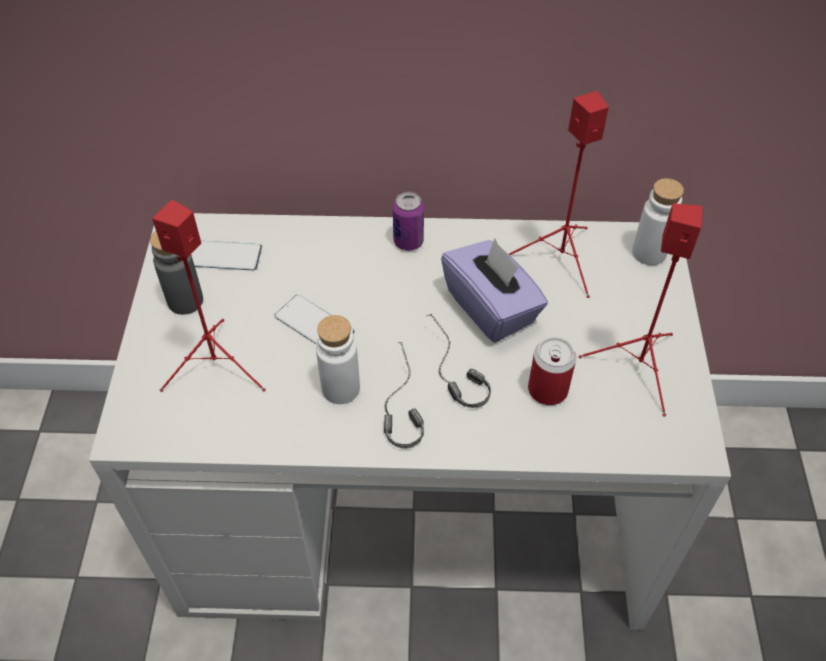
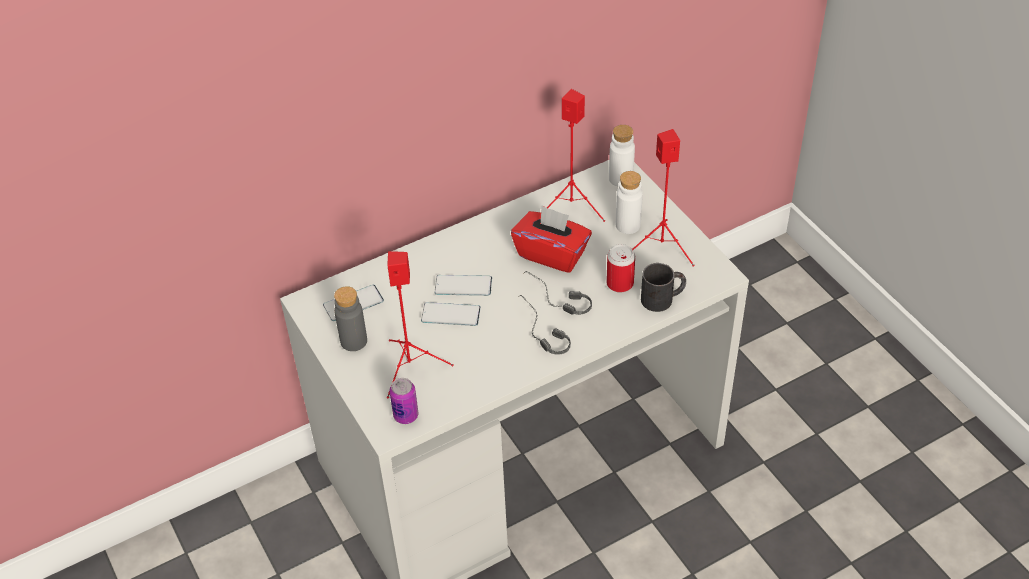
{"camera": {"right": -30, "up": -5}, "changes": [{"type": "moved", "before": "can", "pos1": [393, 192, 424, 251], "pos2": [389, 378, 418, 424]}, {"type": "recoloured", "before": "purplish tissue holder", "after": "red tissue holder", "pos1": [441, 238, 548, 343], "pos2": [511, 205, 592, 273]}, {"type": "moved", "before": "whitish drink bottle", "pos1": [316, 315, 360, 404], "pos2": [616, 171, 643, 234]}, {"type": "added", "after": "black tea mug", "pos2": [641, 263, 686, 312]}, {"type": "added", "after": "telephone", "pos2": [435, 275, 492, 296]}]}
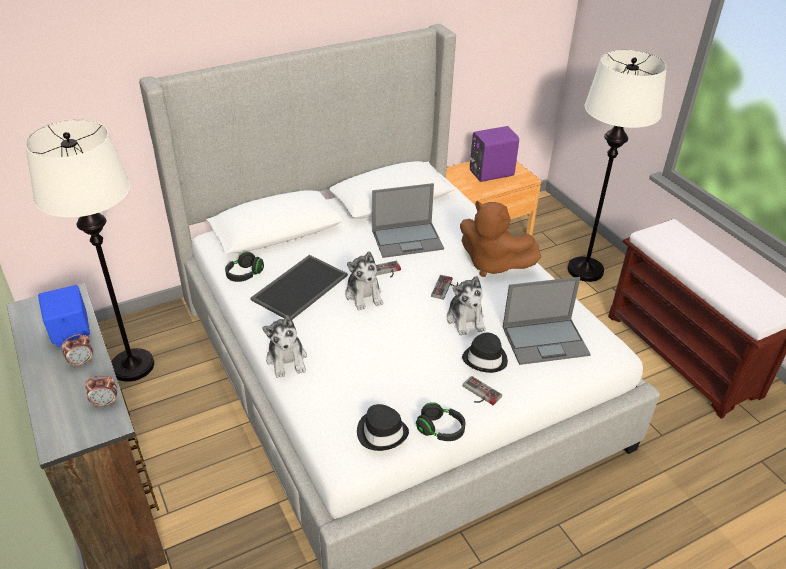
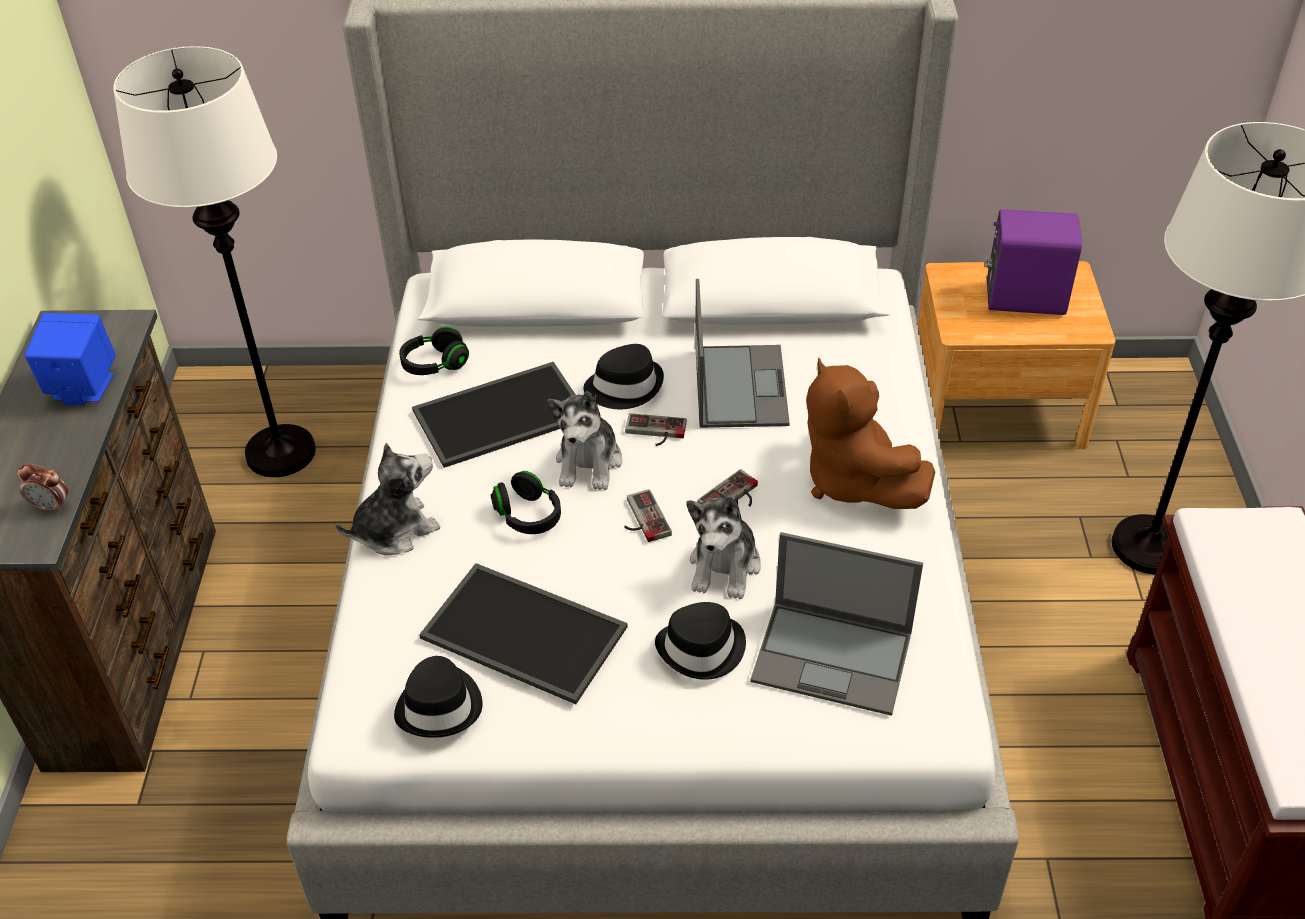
{"camera": {"right": 30, "up": 5}, "changes": [{"type": "turned", "before": "portable computer", "pos1": [372, 183, 444, 258], "pos2": [695, 279, 790, 428], "turn": -105}, {"type": "turned", "before": "cuddly toy", "pos1": [262, 315, 307, 378], "pos2": [335, 443, 440, 555], "turn": -135}, {"type": "removed", "before": "bedside clock", "pos1": [62, 334, 93, 368]}, {"type": "moved", "before": "gamepad", "pos1": [463, 376, 502, 405], "pos2": [624, 489, 672, 542]}, {"type": "moved", "before": "black pair of headphones", "pos1": [416, 402, 466, 441], "pos2": [491, 471, 561, 534]}, {"type": "added", "after": "black wearable hat", "pos2": [583, 344, 664, 409]}, {"type": "added", "after": "carrying tray", "pos2": [419, 563, 627, 704]}]}
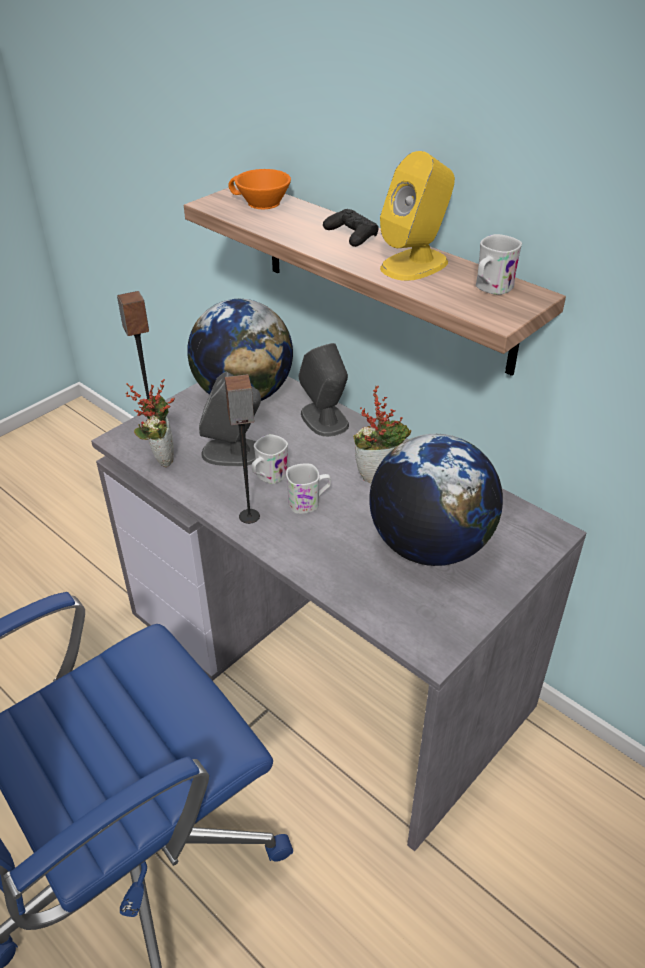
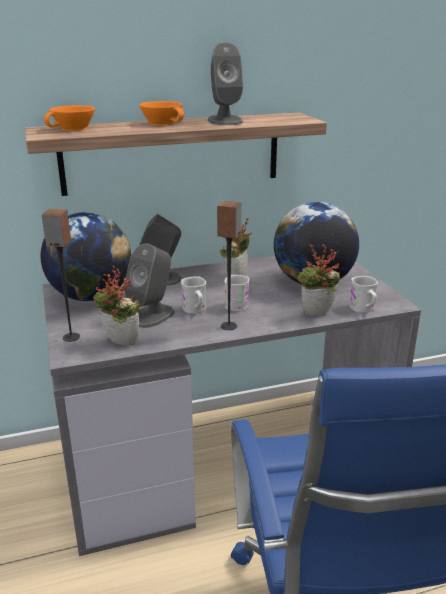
{"camera": {"right": -60, "up": -15}, "changes": [{"type": "recoloured", "before": "yellowish loudspeaker", "after": "greyish loudspeaker", "pos1": [380, 151, 455, 281], "pos2": [208, 42, 243, 125]}, {"type": "replaced", "before": "black gamepad", "after": "orangey cup", "pos1": [323, 209, 379, 247], "pos2": [139, 101, 184, 125]}, {"type": "moved", "before": "whitish tea mug", "pos1": [476, 234, 522, 295], "pos2": [349, 276, 378, 313]}, {"type": "added", "after": "houseplant", "pos2": [297, 244, 340, 316]}]}
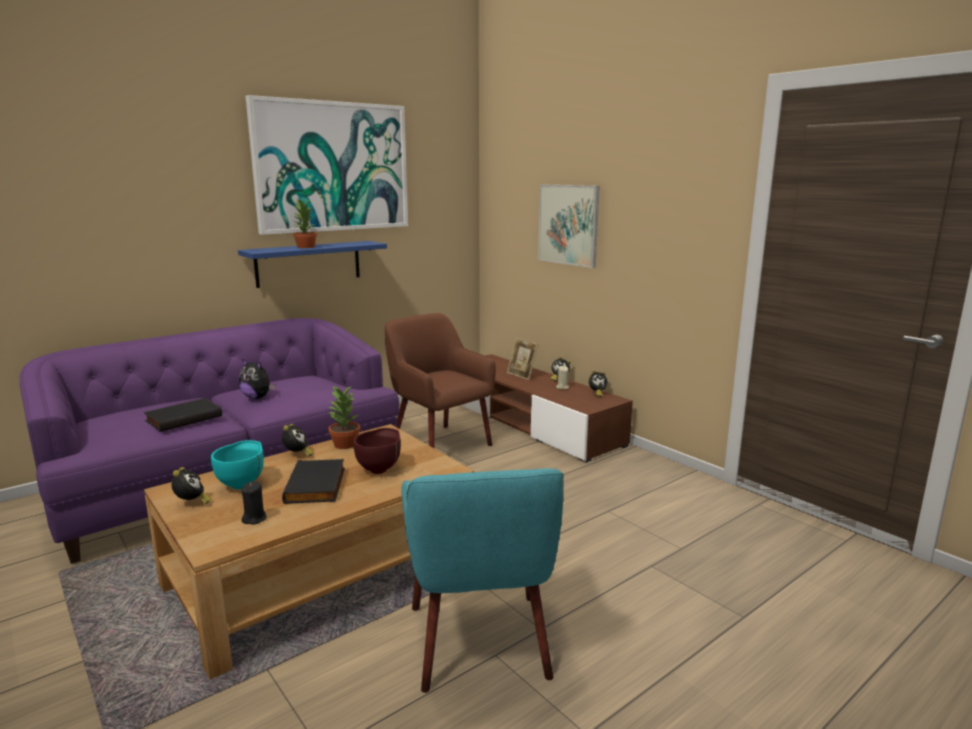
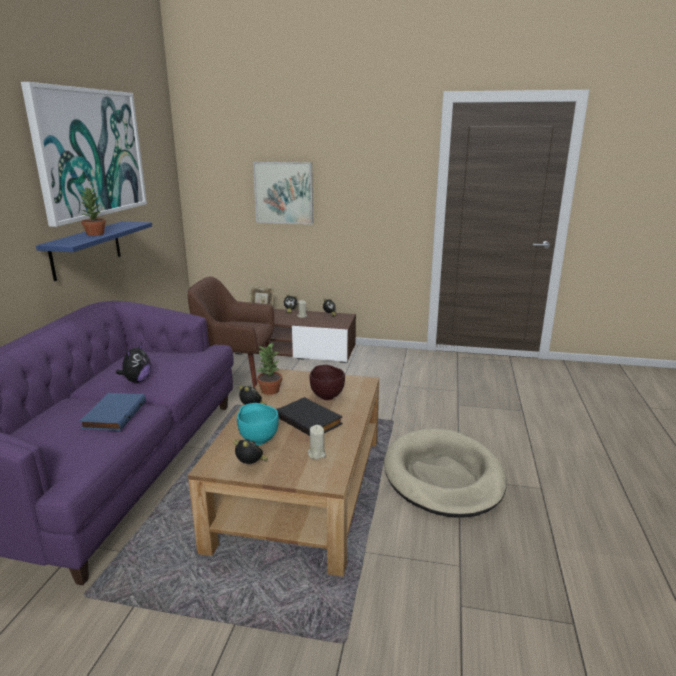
{"camera": {"right": -40, "up": 5}, "changes": [{"type": "turned", "before": "cuddly toy", "pos1": [239, 359, 275, 399], "pos2": [116, 343, 151, 383], "turn": -60}, {"type": "recoloured", "before": "black book", "after": "blue book", "pos1": [144, 398, 222, 432], "pos2": [80, 393, 146, 431]}, {"type": "replaced", "before": "turquoise-coloured lounge chair", "after": "sand-coloured dog cushion", "pos1": [401, 468, 564, 693], "pos2": [384, 428, 506, 518]}, {"type": "recoloured", "before": "black candle", "after": "sand-coloured candle", "pos1": [241, 481, 267, 525], "pos2": [308, 425, 326, 459]}]}
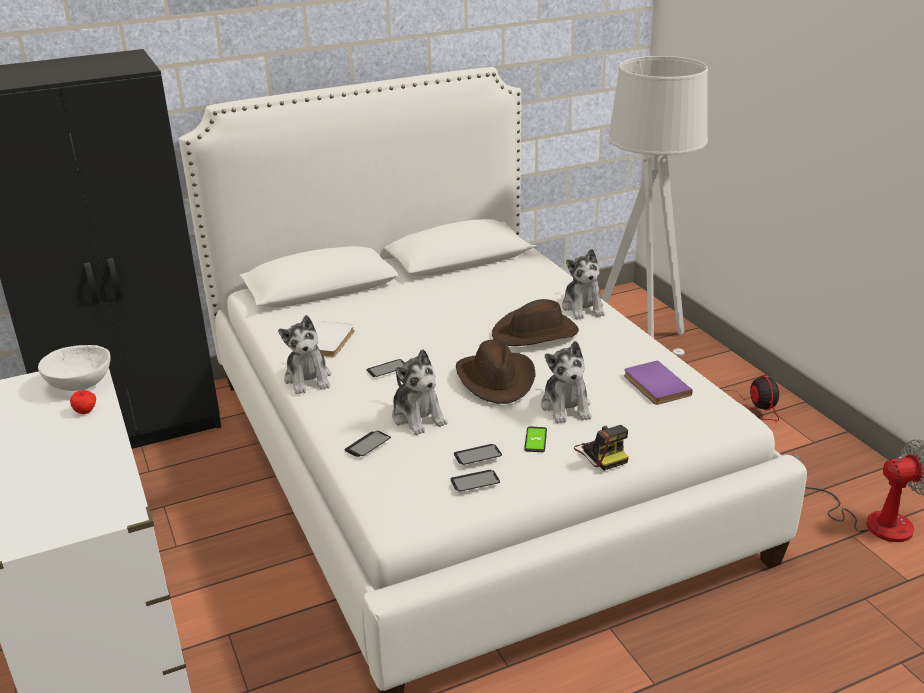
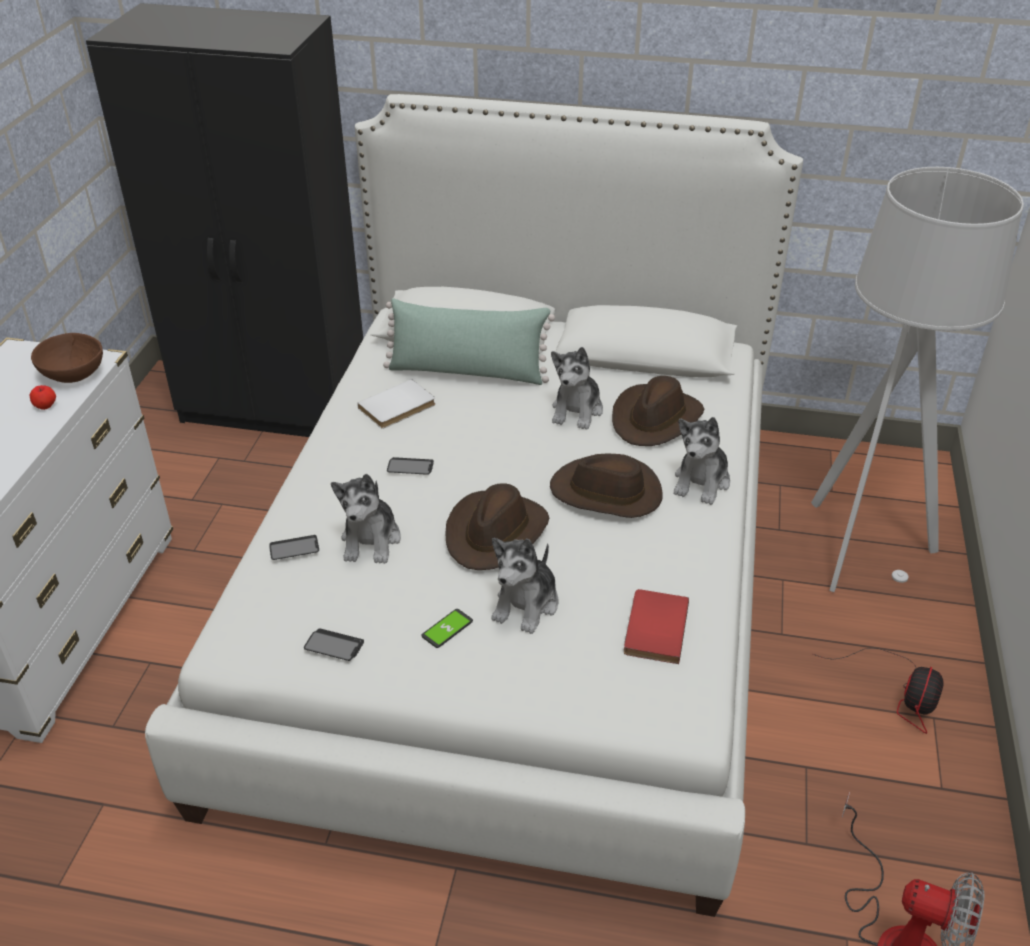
{"camera": {"right": 35, "up": 10}, "changes": [{"type": "moved", "before": "cuddly toy", "pos1": [278, 315, 331, 394], "pos2": [551, 347, 603, 430]}, {"type": "recoloured", "before": "whitish serving bowl", "after": "brown serving bowl", "pos1": [38, 345, 111, 391], "pos2": [31, 333, 103, 383]}, {"type": "recoloured", "before": "purplish book", "after": "red book", "pos1": [624, 361, 692, 405], "pos2": [624, 589, 689, 664]}, {"type": "removed", "before": "still camera", "pos1": [574, 425, 629, 471]}, {"type": "removed", "before": "telephone", "pos1": [454, 444, 502, 465]}, {"type": "added", "after": "green cushion", "pos2": [383, 298, 555, 385]}, {"type": "added", "after": "brown wearable hat", "pos2": [612, 376, 704, 446]}]}
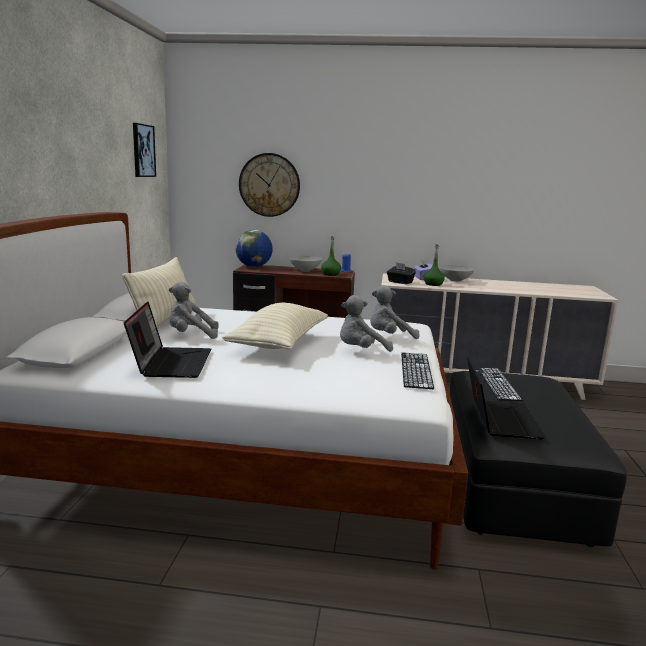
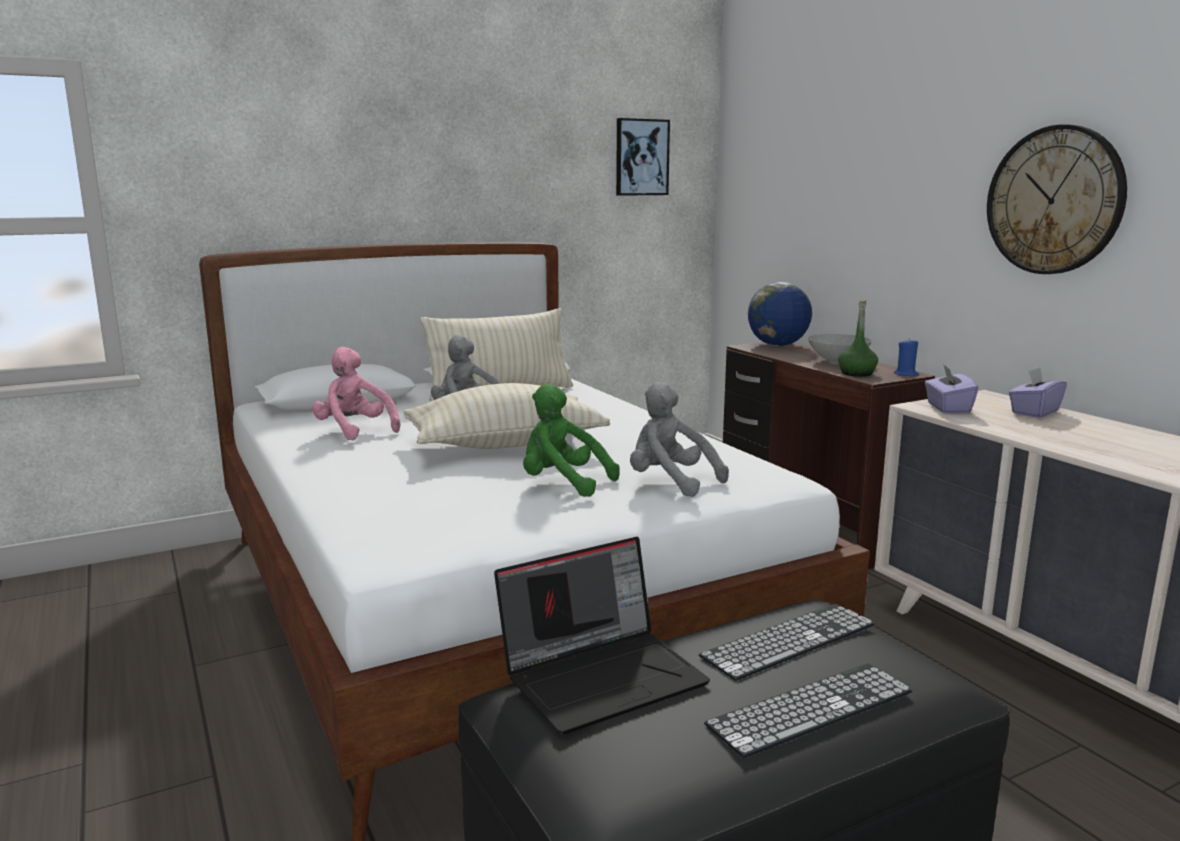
{"camera": {"right": 55, "up": 0}, "changes": [{"type": "moved", "before": "clock on the wall", "pos1": [239, 153, 300, 217], "pos2": [987, 124, 1127, 274]}, {"type": "removed", "before": "green drink bottle", "pos1": [424, 244, 445, 286]}, {"type": "recoloured", "before": "black tissue holder", "after": "purplish tissue holder", "pos1": [387, 262, 416, 284], "pos2": [925, 364, 978, 413]}, {"type": "removed", "before": "greyish serving bowl", "pos1": [440, 265, 474, 282]}, {"type": "recoloured", "before": "greyish cuddly toy", "after": "green cuddly toy", "pos1": [340, 295, 393, 352], "pos2": [523, 384, 620, 497]}, {"type": "replaced", "before": "portable computer", "after": "pink cuddly toy", "pos1": [124, 302, 211, 378], "pos2": [312, 347, 400, 440]}, {"type": "moved", "before": "computer keyboard", "pos1": [401, 352, 434, 389], "pos2": [704, 664, 912, 758]}]}
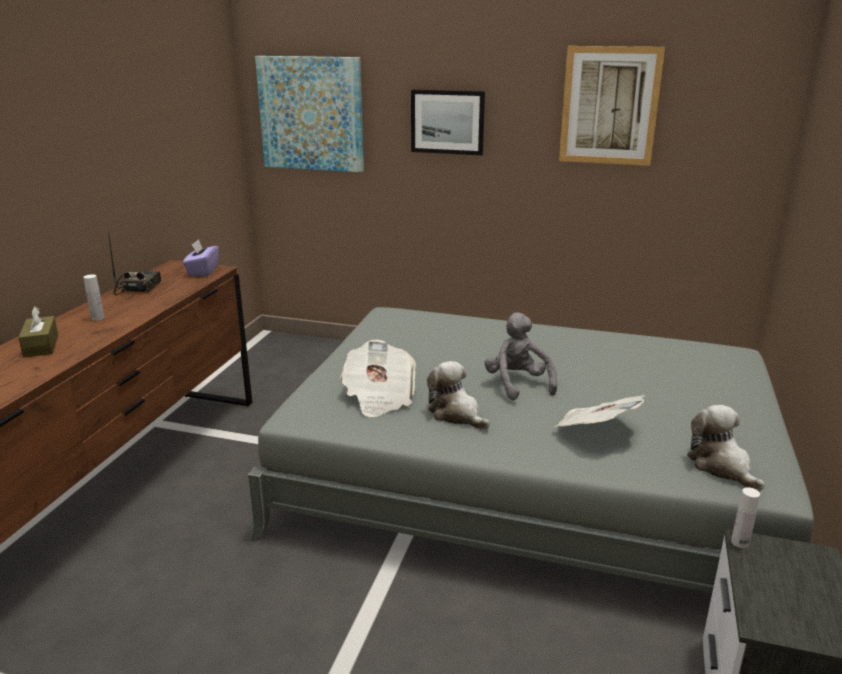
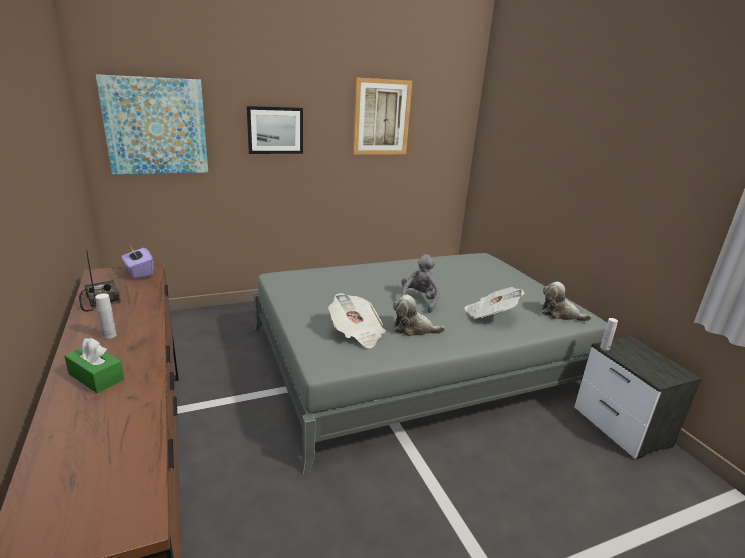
{"camera": {"right": -40, "up": 0}, "changes": [{"type": "recoloured", "before": "brown tissue holder", "after": "green tissue holder", "pos1": [18, 306, 58, 357], "pos2": [64, 338, 124, 393]}, {"type": "turned", "before": "greyish cuddly toy", "pos1": [484, 312, 557, 401], "pos2": [401, 254, 440, 313], "turn": 75}]}
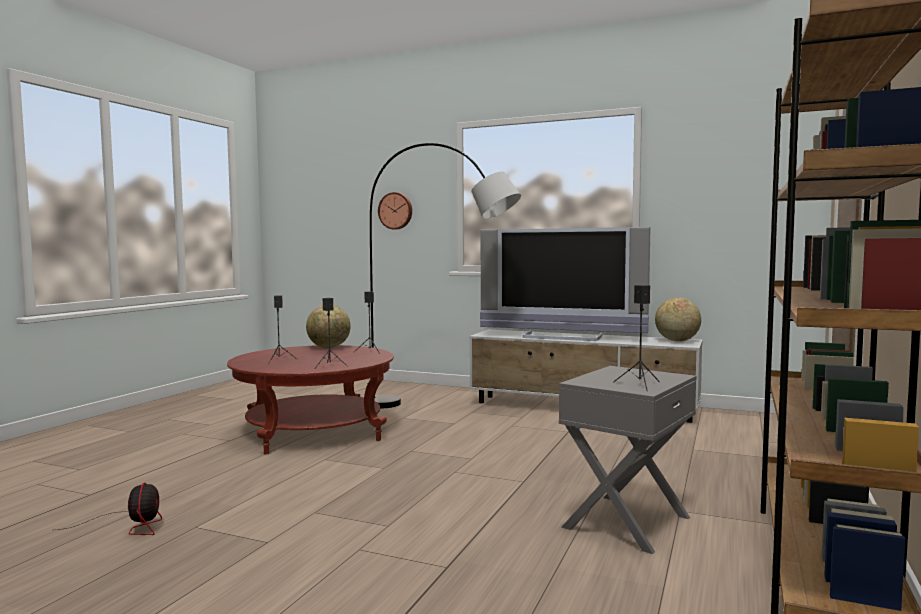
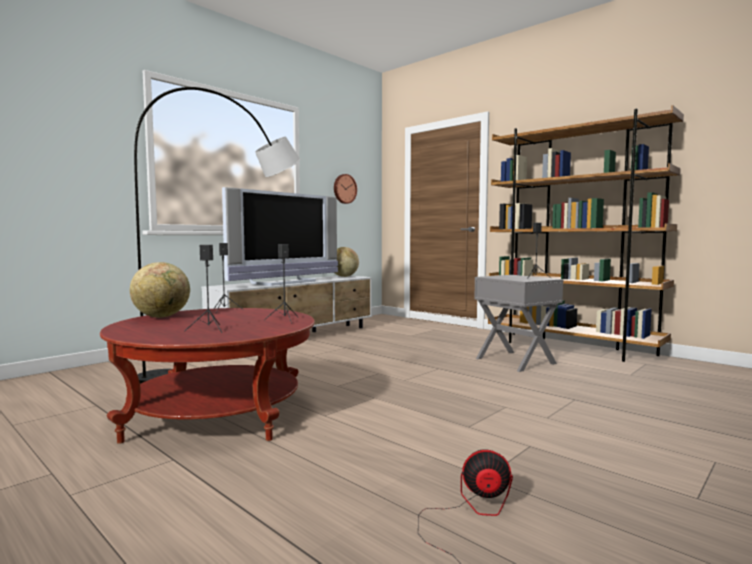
{"camera": {"right": -70, "up": 0}, "changes": [{"type": "moved", "before": "clock on the wall", "pos1": [378, 192, 412, 230], "pos2": [334, 174, 357, 204]}]}
